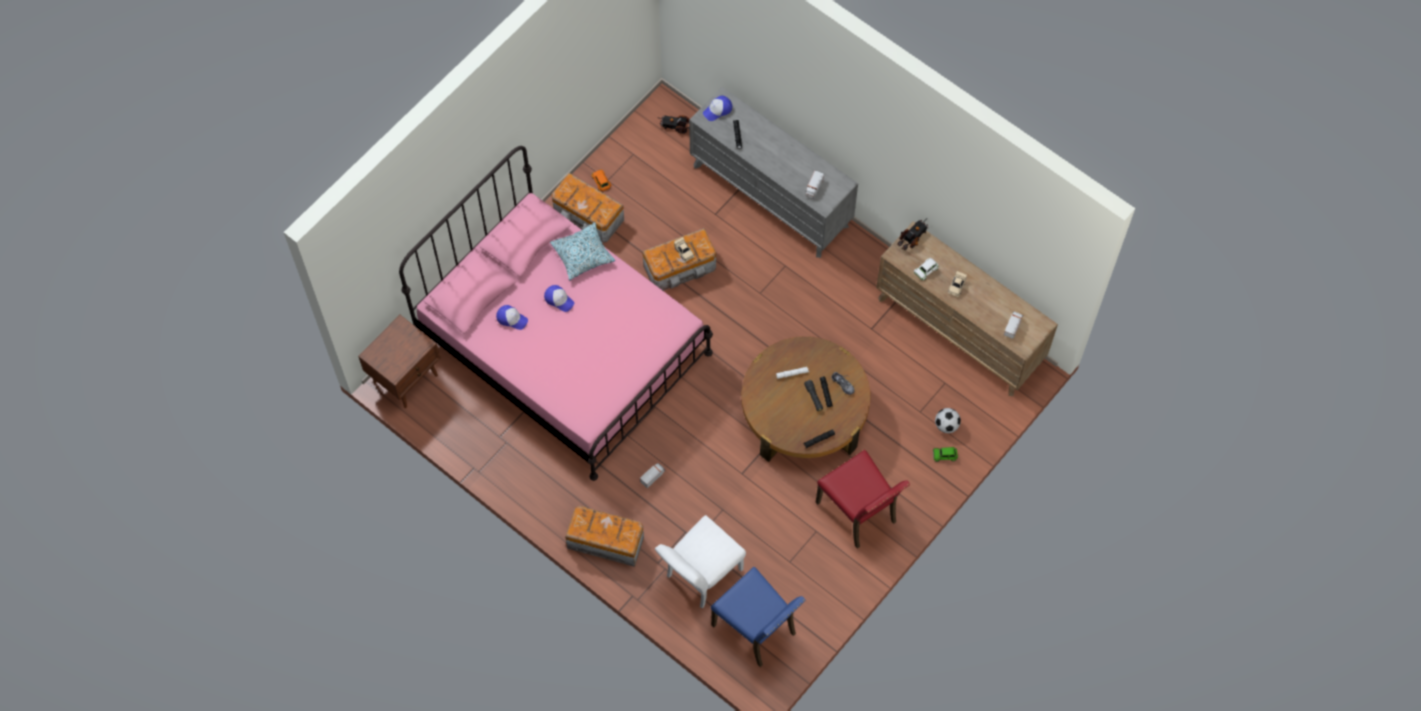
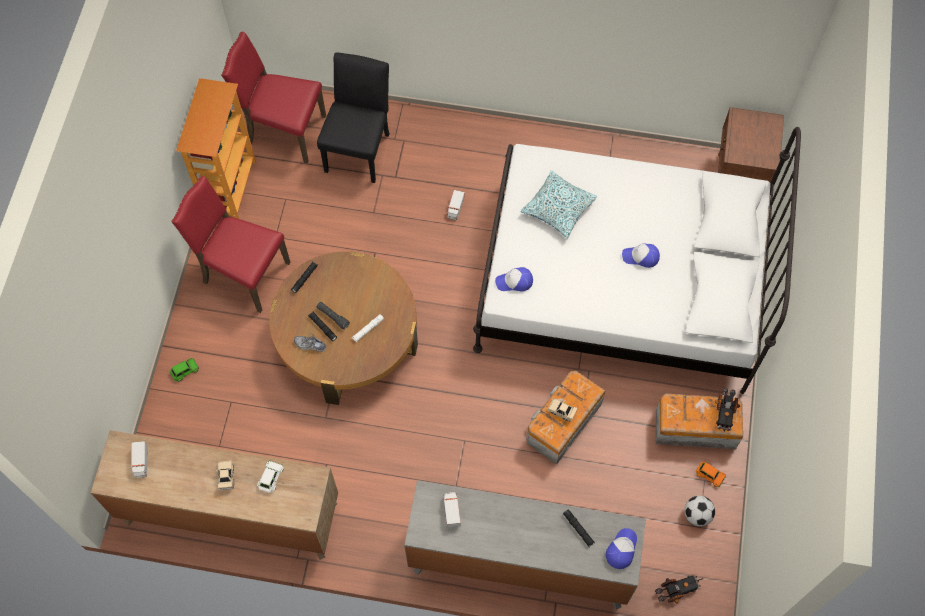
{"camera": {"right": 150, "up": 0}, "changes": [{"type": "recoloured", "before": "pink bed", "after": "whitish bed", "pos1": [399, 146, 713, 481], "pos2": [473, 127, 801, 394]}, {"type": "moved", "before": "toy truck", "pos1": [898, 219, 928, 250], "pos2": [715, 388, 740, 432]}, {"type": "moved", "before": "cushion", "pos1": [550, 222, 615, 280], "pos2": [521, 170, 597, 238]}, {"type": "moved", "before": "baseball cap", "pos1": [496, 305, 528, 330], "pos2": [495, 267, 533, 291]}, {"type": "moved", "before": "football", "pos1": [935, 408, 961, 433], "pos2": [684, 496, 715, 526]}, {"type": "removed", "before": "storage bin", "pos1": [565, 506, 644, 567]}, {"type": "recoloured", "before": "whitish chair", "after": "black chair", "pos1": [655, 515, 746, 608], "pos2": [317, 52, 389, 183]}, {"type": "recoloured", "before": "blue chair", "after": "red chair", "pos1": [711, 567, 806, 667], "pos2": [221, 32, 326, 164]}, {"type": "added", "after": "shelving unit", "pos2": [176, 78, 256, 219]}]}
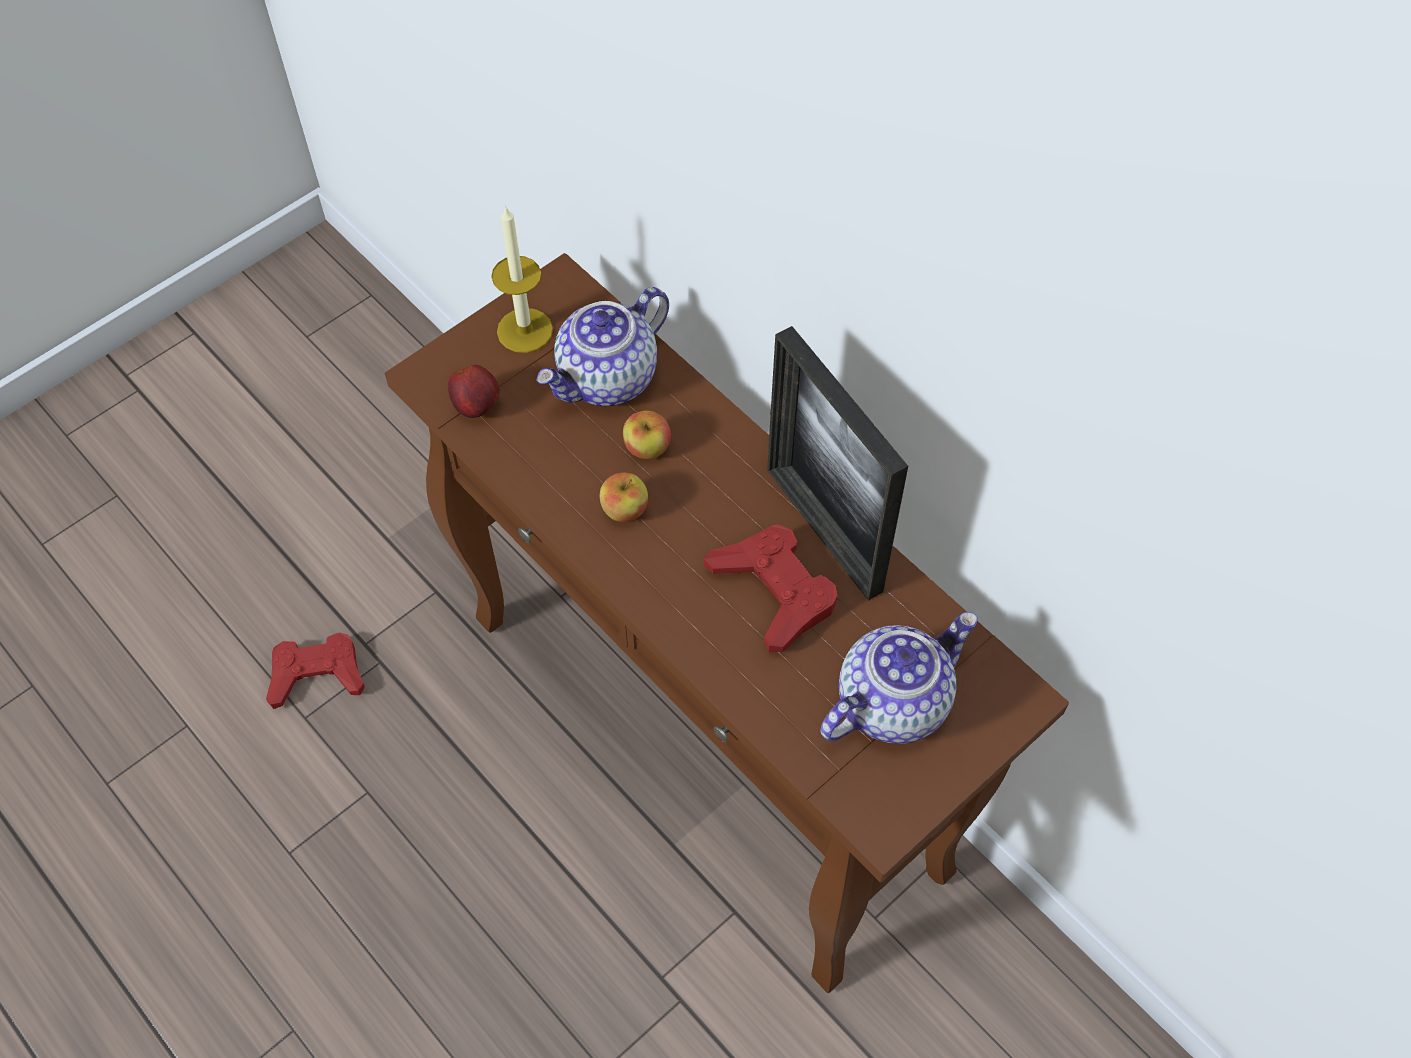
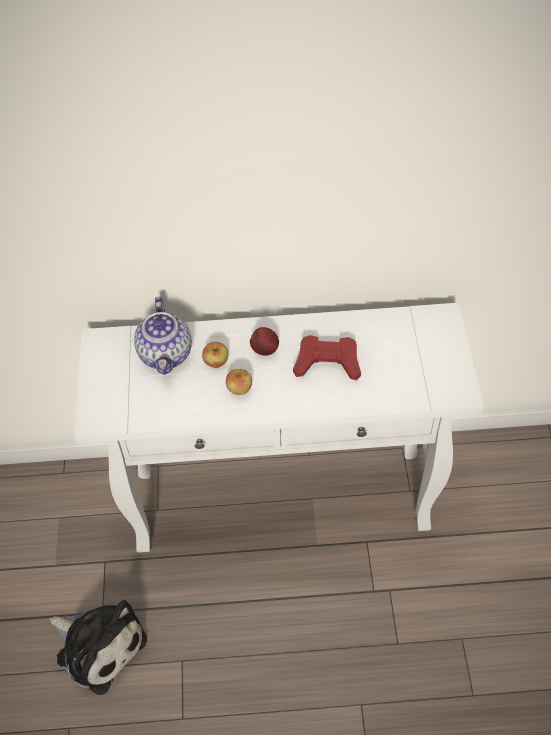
{"camera": {"right": -50, "up": -5}, "changes": [{"type": "removed", "before": "candle", "pos1": [491, 205, 553, 353]}, {"type": "recoloured", "before": "brown hall table", "after": "whitish hall table", "pos1": [385, 253, 1069, 993], "pos2": [74, 303, 484, 553]}, {"type": "removed", "before": "standing frame", "pos1": [767, 326, 908, 601]}, {"type": "moved", "before": "apple", "pos1": [448, 365, 500, 418], "pos2": [250, 327, 279, 356]}, {"type": "removed", "before": "tea pot", "pos1": [820, 612, 978, 744]}, {"type": "replaced", "before": "red gamepad", "after": "cuddly toy", "pos1": [266, 632, 365, 709], "pos2": [49, 600, 147, 695]}]}
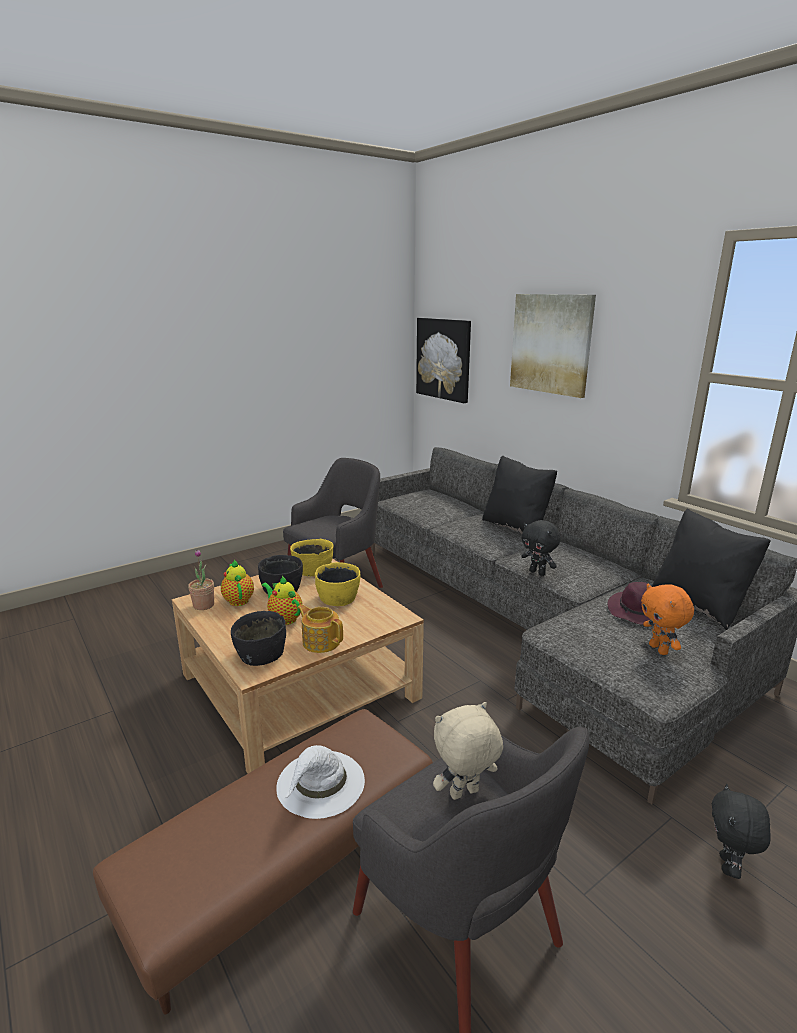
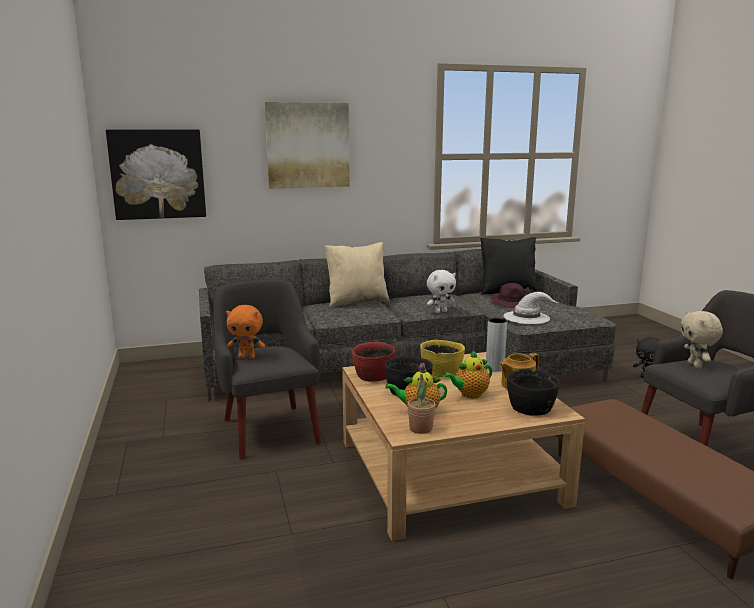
{"camera": {"right": -70, "up": -5}, "changes": [{"type": "recoloured", "before": "black cushion", "after": "sand-coloured cushion", "pos1": [482, 455, 557, 534], "pos2": [325, 242, 390, 307]}, {"type": "recoloured", "before": "black cuddly toy", "after": "whitish cuddly toy", "pos1": [521, 520, 560, 576], "pos2": [427, 270, 456, 313]}, {"type": "recoloured", "before": "yellowish serving bowl", "after": "red serving bowl", "pos1": [290, 539, 334, 577], "pos2": [352, 342, 396, 382]}, {"type": "moved", "before": "orangey cuddly toy", "pos1": [641, 584, 694, 655], "pos2": [226, 305, 265, 359]}, {"type": "moved", "before": "whitish wearable hat", "pos1": [276, 745, 365, 819], "pos2": [503, 292, 559, 324]}, {"type": "added", "after": "greyish decorative vase", "pos2": [486, 318, 507, 372]}]}
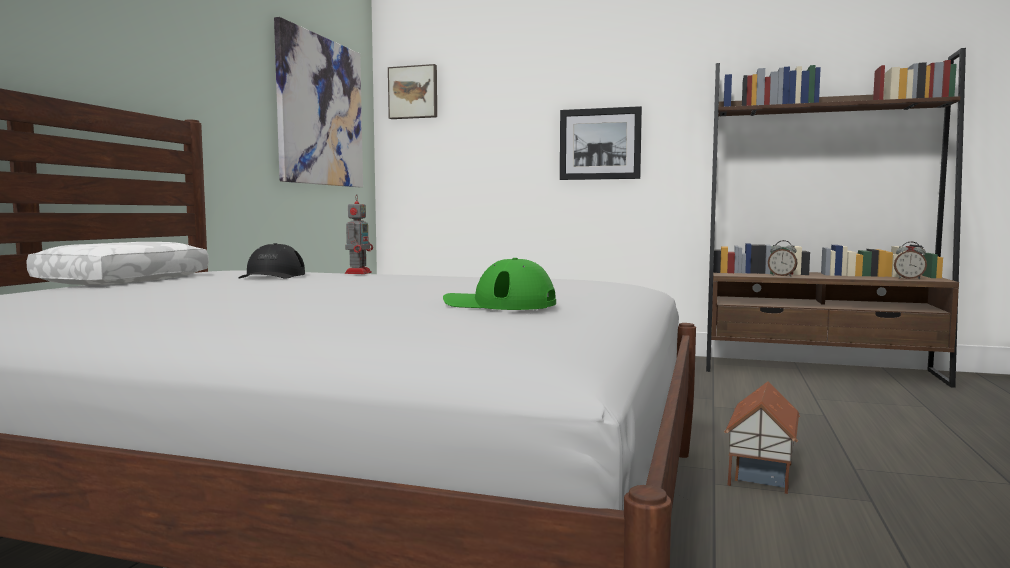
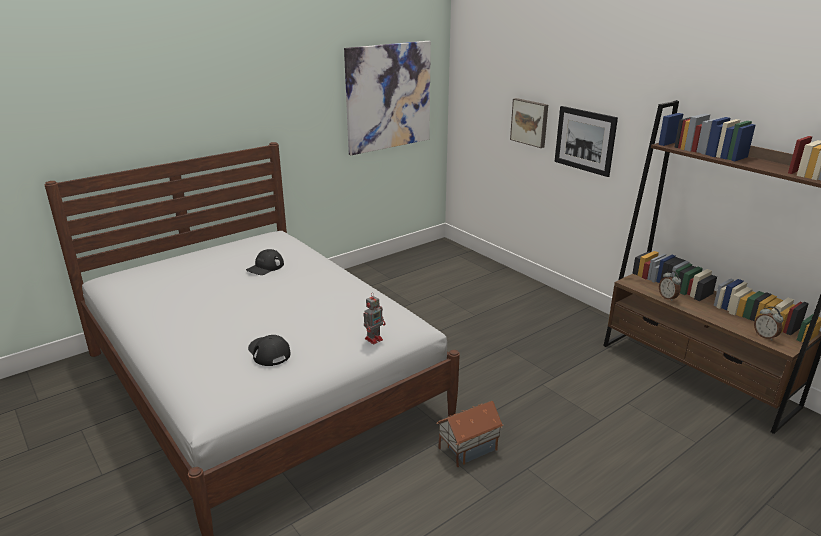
{"camera": {"right": 35, "up": 20}, "changes": [{"type": "moved", "before": "wall picture", "pos1": [388, 64, 437, 119], "pos2": [510, 98, 548, 148]}, {"type": "moved", "before": "toy robot", "pos1": [345, 194, 373, 274], "pos2": [364, 293, 386, 344]}, {"type": "removed", "before": "whitish cushion", "pos1": [26, 242, 209, 285]}, {"type": "recoloured", "before": "green baseball cap", "after": "black baseball cap", "pos1": [443, 258, 556, 310], "pos2": [248, 335, 291, 366]}]}
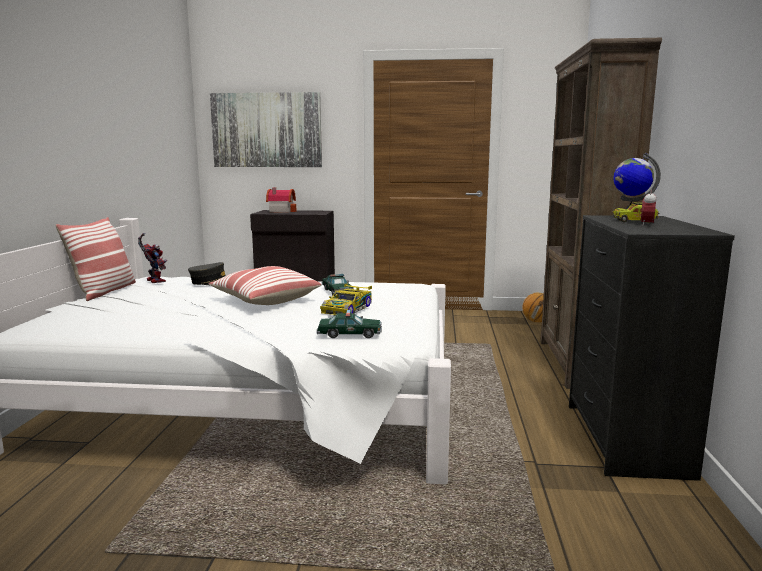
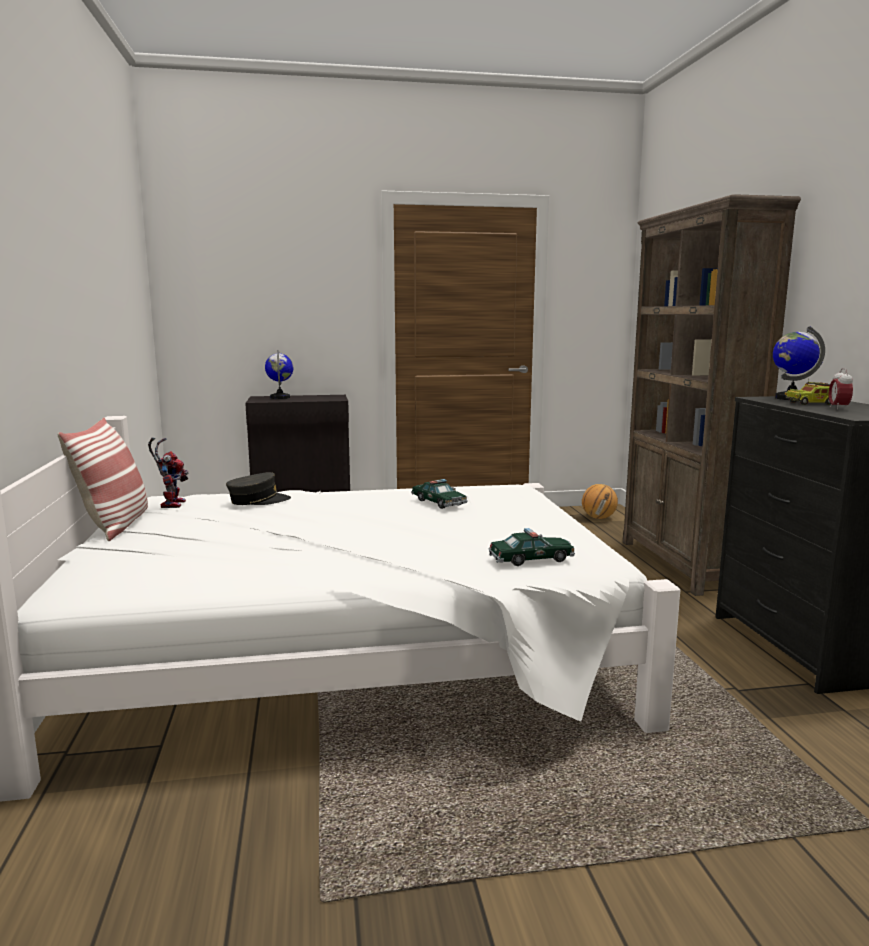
{"camera": {"right": -15, "up": 0}, "changes": [{"type": "removed", "before": "wall picture", "pos1": [210, 92, 322, 167]}, {"type": "replaced", "before": "toy house", "after": "world globe", "pos1": [266, 187, 297, 213], "pos2": [265, 350, 294, 399]}, {"type": "turned", "before": "toy robot", "pos1": [138, 233, 167, 283], "pos2": [148, 437, 188, 508], "turn": 45}, {"type": "removed", "before": "cushion", "pos1": [209, 266, 321, 305]}, {"type": "removed", "before": "miniature car", "pos1": [320, 283, 372, 316]}]}
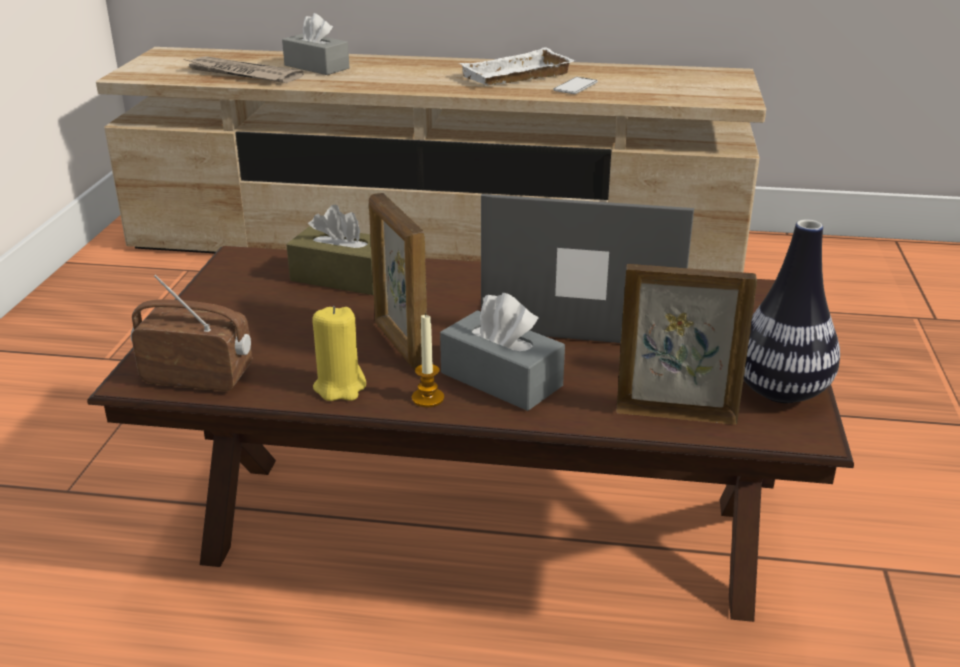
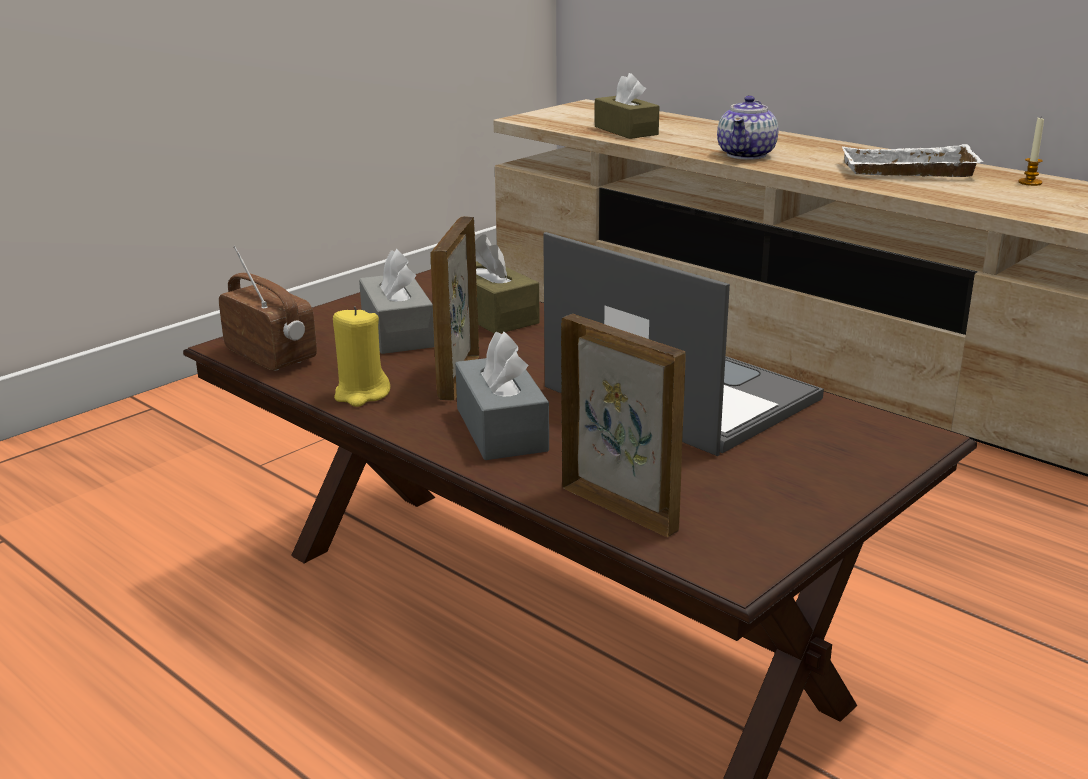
{"camera": {"right": 35, "up": -5}, "changes": [{"type": "moved", "before": "greyish tissue holder", "pos1": [282, 13, 350, 75], "pos2": [359, 249, 434, 354]}, {"type": "replaced", "before": "newspaper", "after": "brown tissue holder", "pos1": [184, 56, 304, 83], "pos2": [595, 73, 660, 139]}, {"type": "removed", "before": "telephone", "pos1": [553, 77, 598, 94]}, {"type": "removed", "before": "decorative vase", "pos1": [743, 219, 840, 403]}, {"type": "moved", "before": "candle", "pos1": [412, 313, 444, 407], "pos2": [1018, 118, 1044, 186]}, {"type": "added", "after": "tea pot", "pos2": [717, 96, 778, 160]}]}
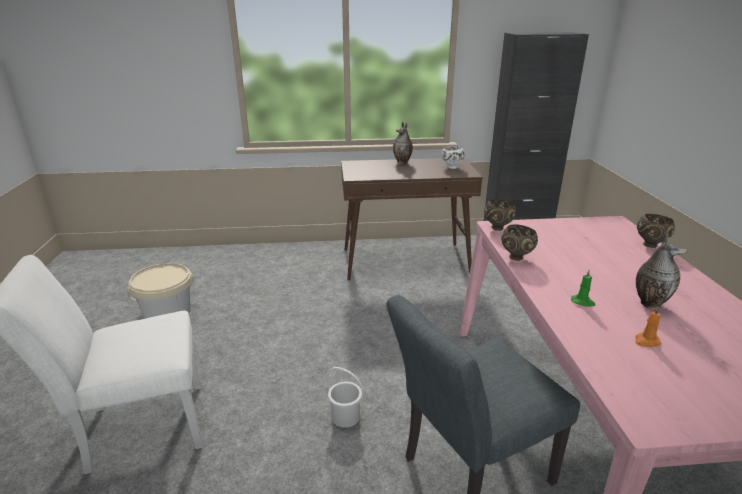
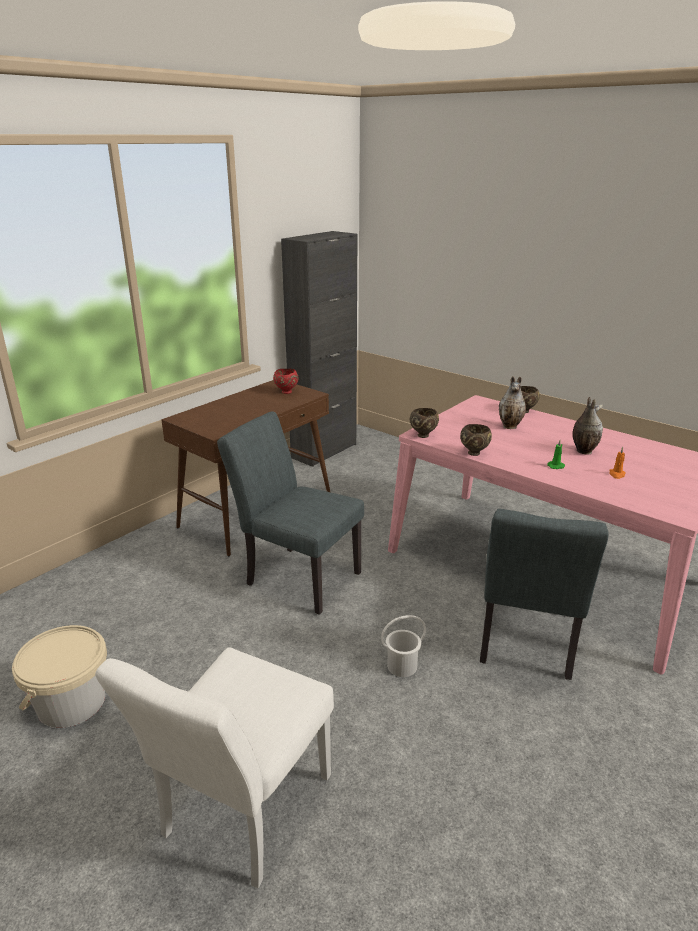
{"camera": {"right": -45, "up": 0}, "changes": [{"type": "moved", "before": "decorative vase", "pos1": [393, 122, 413, 164], "pos2": [499, 376, 526, 429]}, {"type": "recoloured", "before": "whitish serving bowl", "after": "red serving bowl", "pos1": [442, 146, 464, 169], "pos2": [273, 369, 299, 394]}, {"type": "added", "after": "greyish chair", "pos2": [217, 411, 364, 615]}]}
